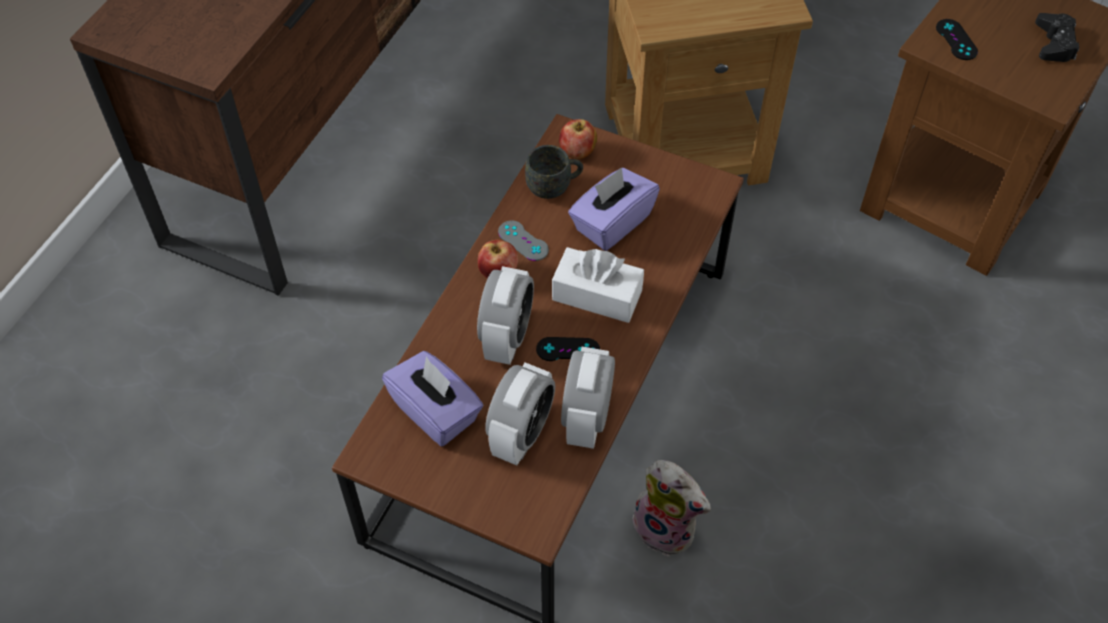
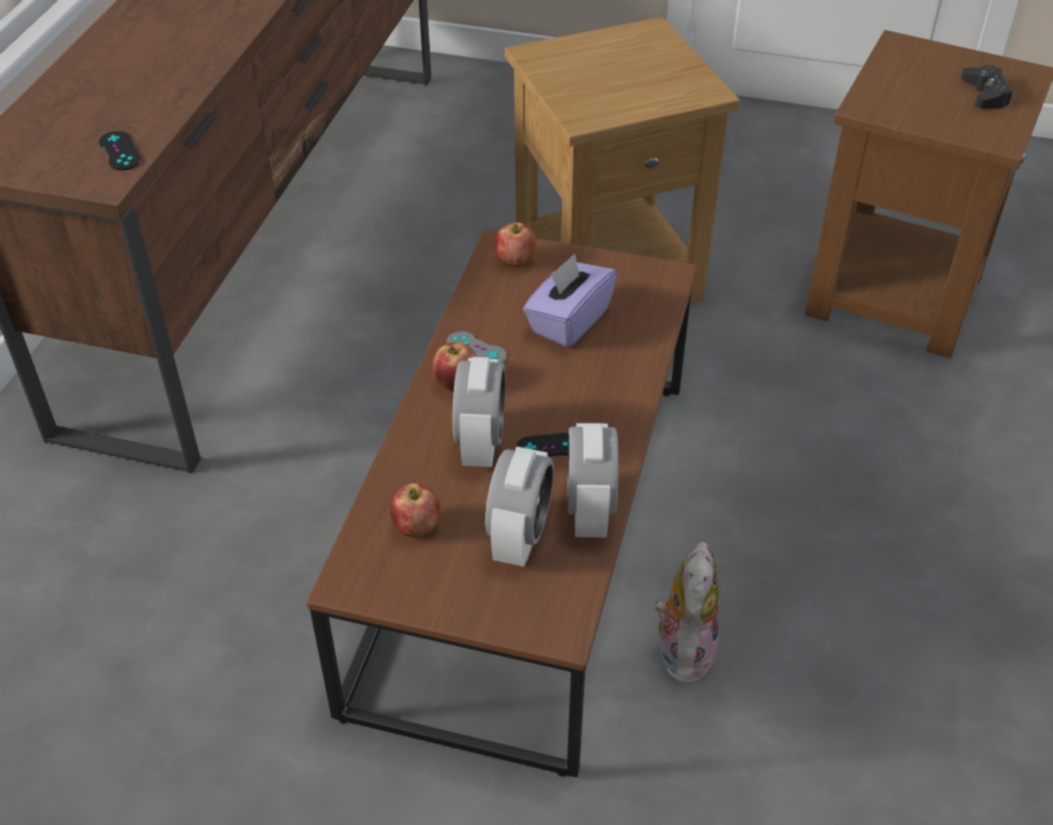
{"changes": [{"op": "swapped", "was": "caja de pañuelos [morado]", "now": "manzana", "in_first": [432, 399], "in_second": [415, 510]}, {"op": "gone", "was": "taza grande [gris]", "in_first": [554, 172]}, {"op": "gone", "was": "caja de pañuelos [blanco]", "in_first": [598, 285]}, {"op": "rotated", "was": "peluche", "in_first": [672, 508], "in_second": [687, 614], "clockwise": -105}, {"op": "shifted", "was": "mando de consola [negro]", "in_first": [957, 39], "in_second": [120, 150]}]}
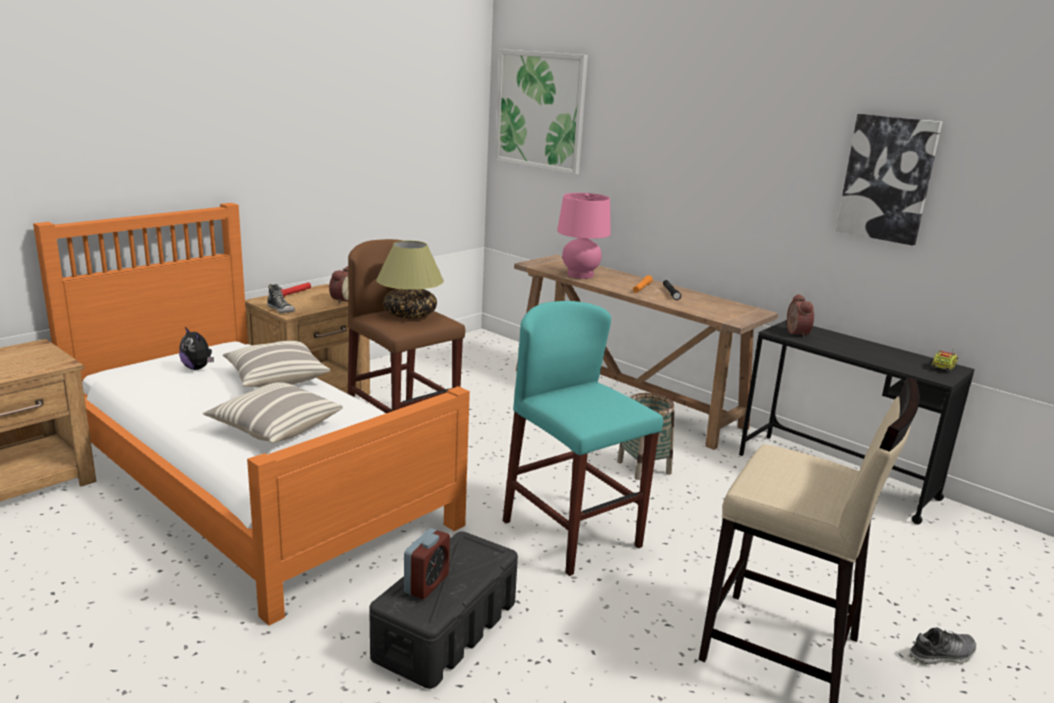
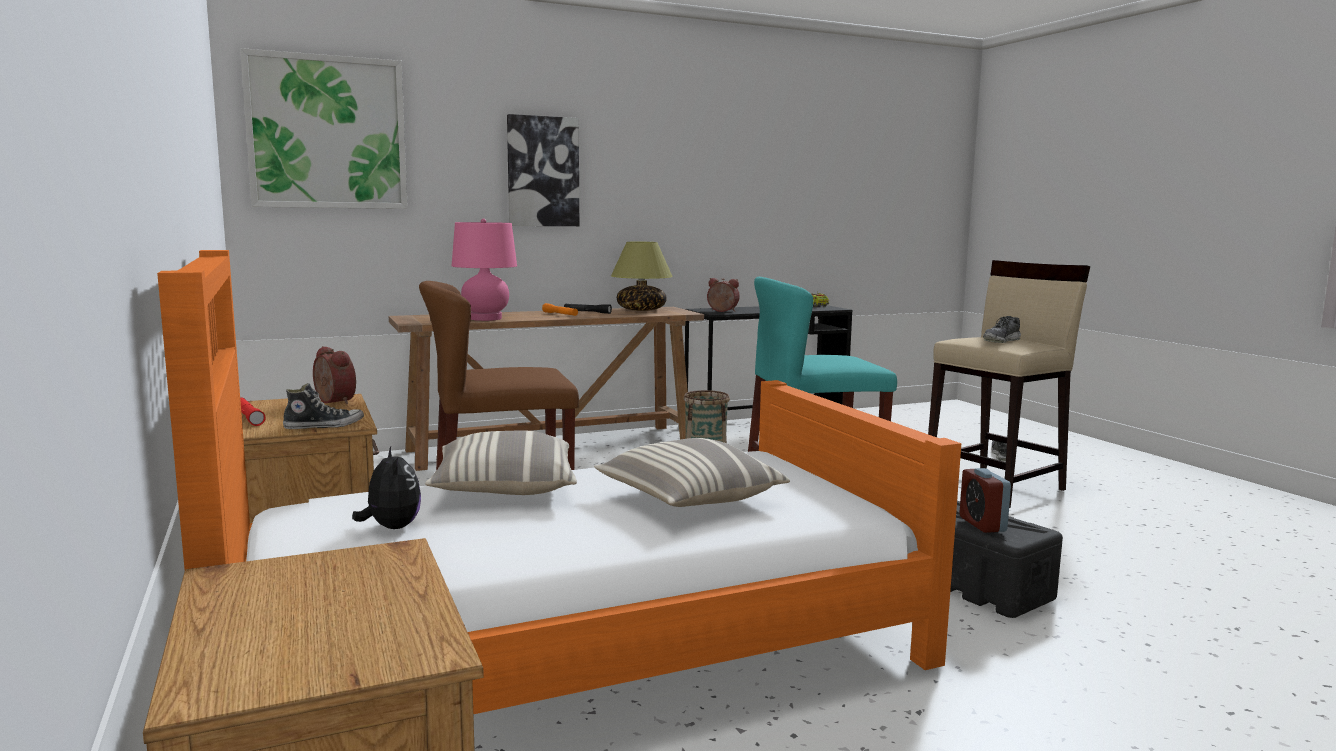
{"changes": [{"op": "rotated", "was": "peluche", "in_first": [196, 348], "in_second": [386, 488], "clockwise": -90}, {"op": "shifted", "was": "lámpara de mesa", "in_first": [410, 279], "in_second": [642, 276]}, {"op": "rotated", "was": "despertador", "in_first": [427, 563], "in_second": [985, 500], "clockwise": -150}, {"op": "shifted", "was": "cuadro", "in_first": [889, 180], "in_second": [543, 170]}, {"op": "new", "now": "zapato", "in_second": [1002, 329]}]}
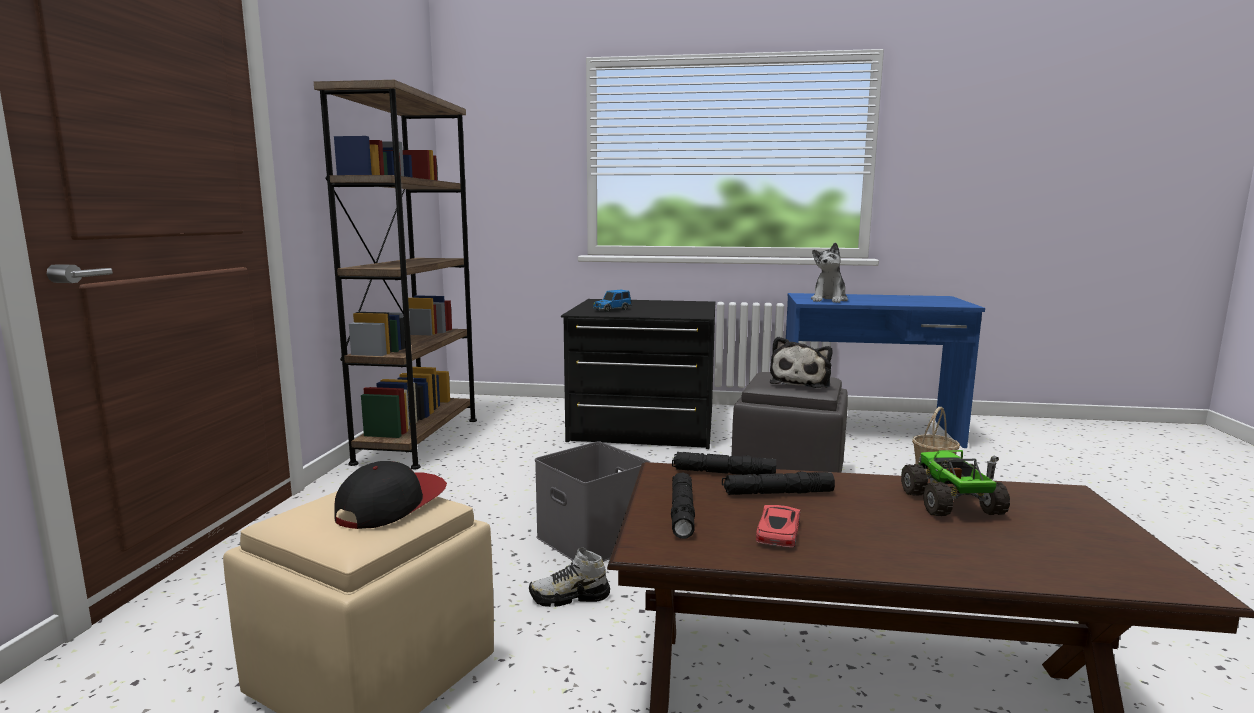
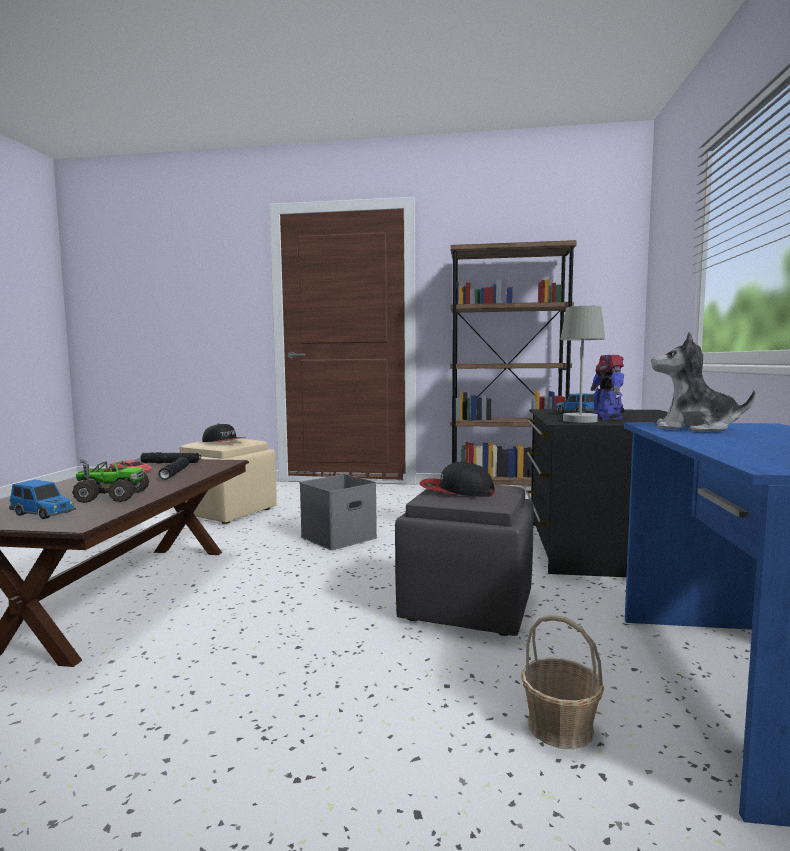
{"changes": [{"op": "gone", "was": "zapato", "in_first": [569, 577]}, {"op": "gone", "was": "linterna [negro]", "in_first": [724, 463]}, {"op": "swapped", "was": "peluche", "now": "gorra", "in_first": [801, 362], "in_second": [457, 479]}, {"op": "new", "now": "coche de juguete", "in_second": [42, 499]}, {"op": "new", "now": "lámpara de mesa [gris]", "in_second": [574, 364]}, {"op": "new", "now": "robot de juguete", "in_second": [608, 387]}]}
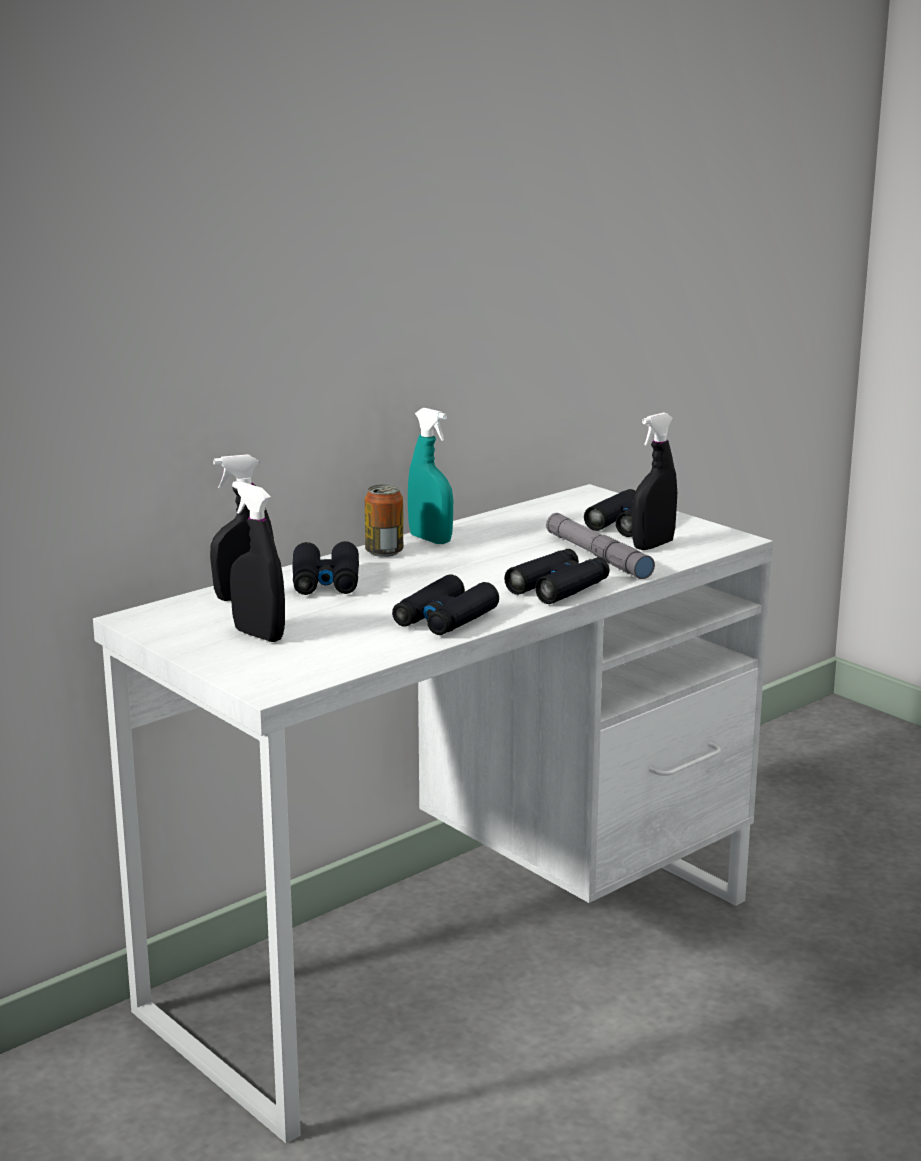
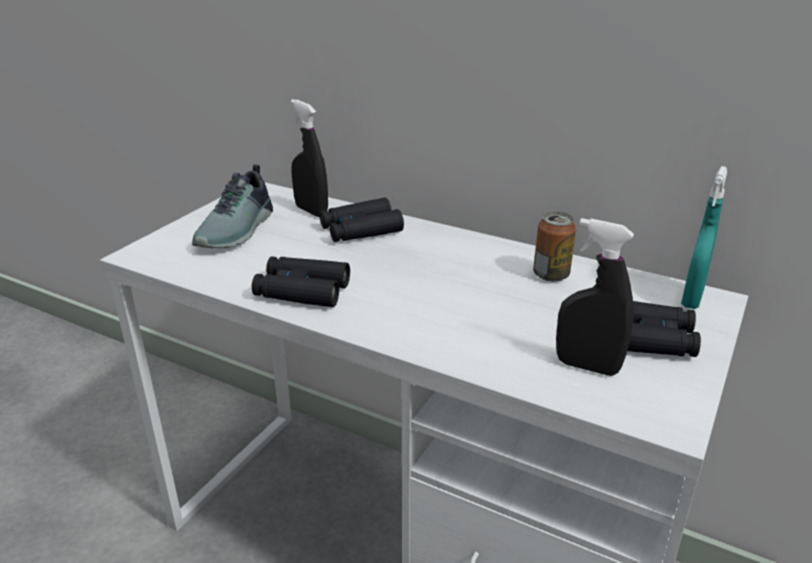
{"changes": [{"op": "swapped", "was": "pulverizador [negro]", "now": "zapato", "in_first": [257, 561], "in_second": [232, 206]}, {"op": "shifted", "was": "lata", "in_first": [384, 520], "in_second": [554, 247]}, {"op": "shifted", "was": "pulverizador [turquesa]", "in_first": [430, 476], "in_second": [704, 237]}, {"op": "gone", "was": "prismáticos [negro]", "in_first": [557, 576]}, {"op": "gone", "was": "linterna [gris]", "in_first": [600, 546]}]}
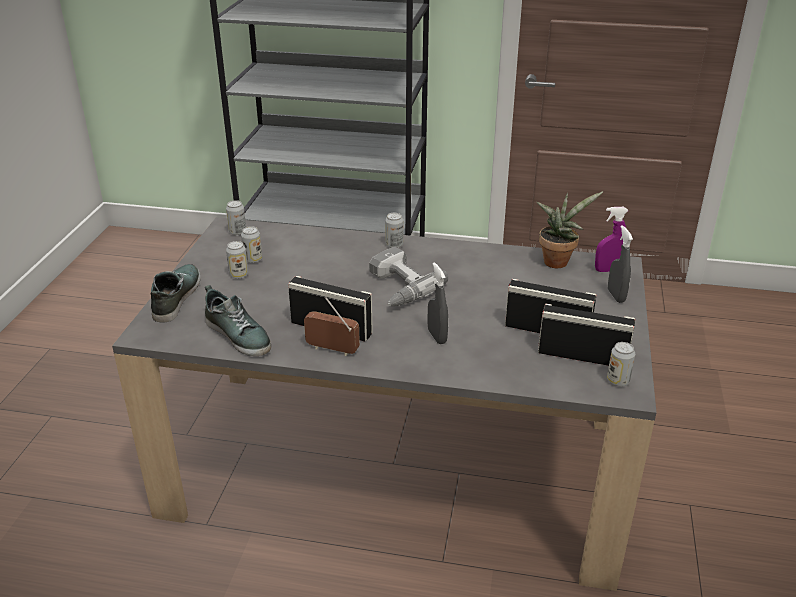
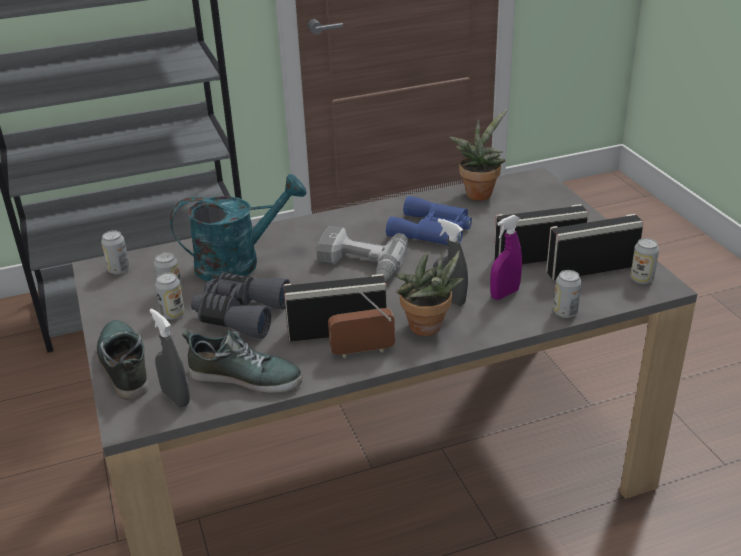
{"changes": [{"op": "shifted", "was": "lata", "in_first": [394, 230], "in_second": [567, 294]}, {"op": "shifted", "was": "pulverizador [morado]", "in_first": [611, 239], "in_second": [506, 257]}, {"op": "shifted", "was": "pulverizador [gris]", "in_first": [620, 264], "in_second": [169, 357]}, {"op": "new", "now": "regadera [turquesa]", "in_second": [238, 227]}, {"op": "new", "now": "prismáticos [gris]", "in_second": [240, 305]}, {"op": "new", "now": "prismáticos [azul]", "in_second": [429, 220]}, {"op": "new", "now": "planta en maceta", "in_second": [430, 293]}]}
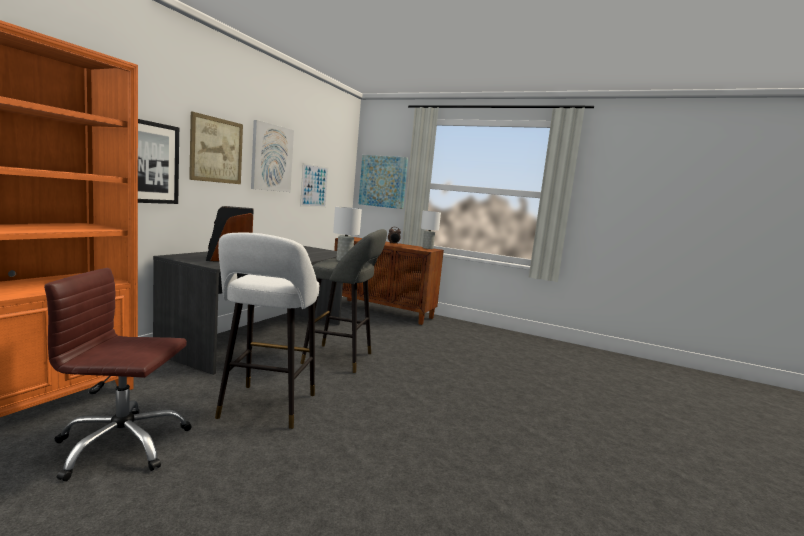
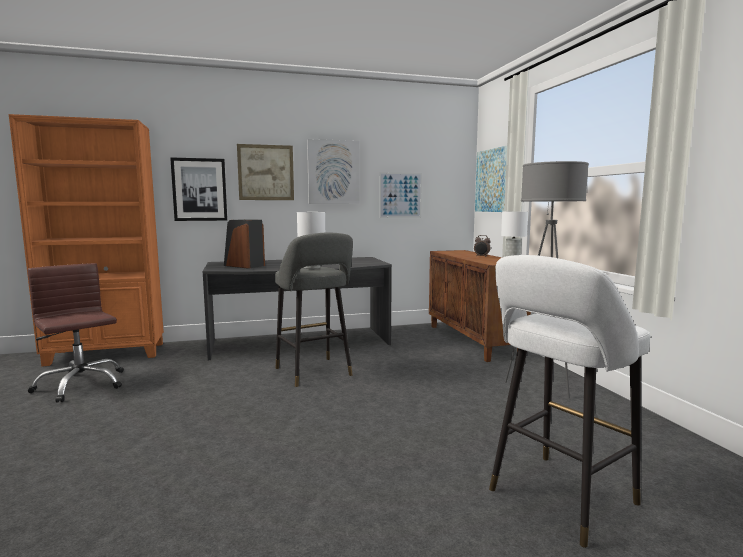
{"changes": [{"op": "shifted", "was": "taburete [blanco]", "in_first": [267, 331], "in_second": [569, 401]}, {"op": "new", "now": "lámpara de pie [gris]", "in_second": [547, 279]}]}
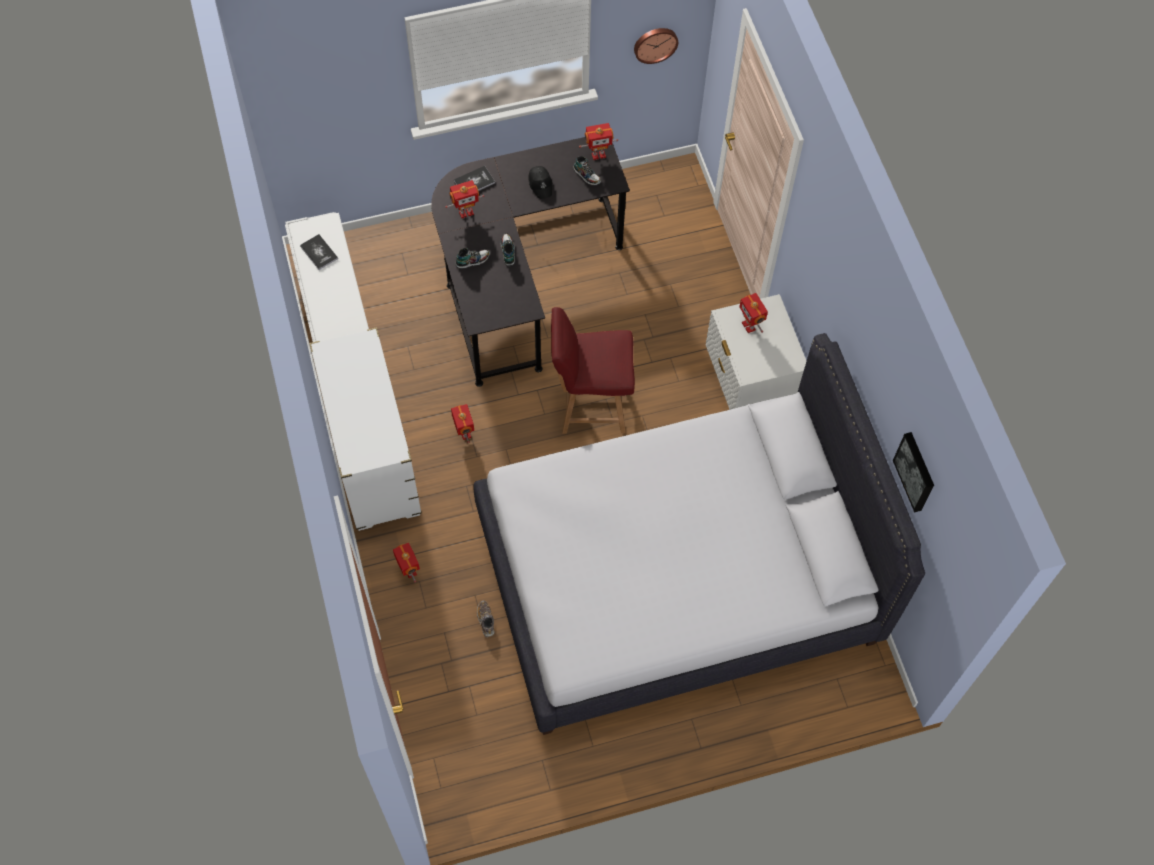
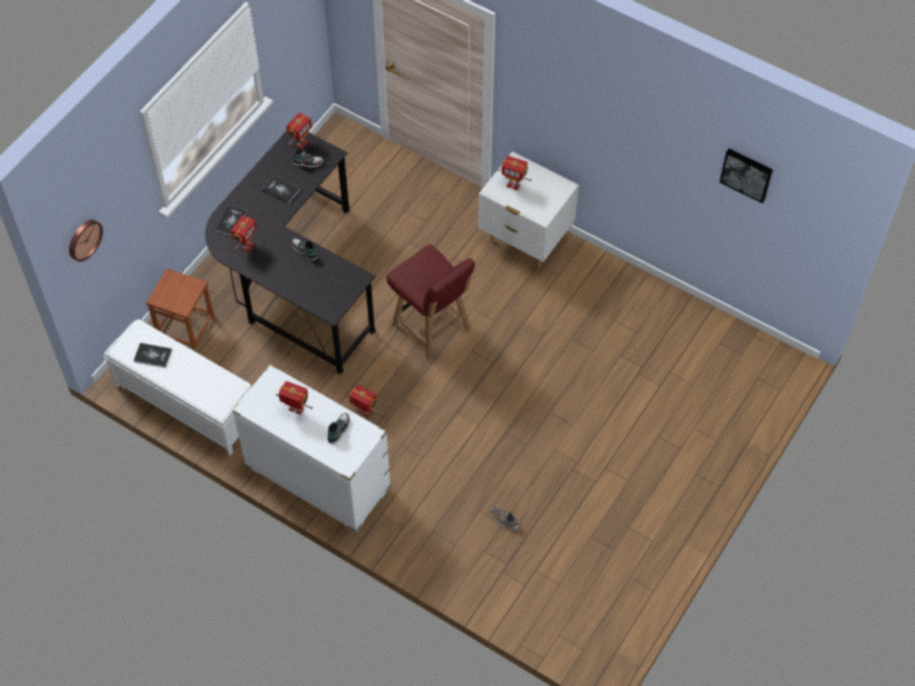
{"changes": [{"op": "shifted", "was": "robot de juguete", "in_first": [406, 563], "in_second": [294, 398]}, {"op": "shifted", "was": "zapato", "in_first": [472, 258], "in_second": [339, 428]}, {"op": "gone", "was": "cama [blanco]", "in_first": [699, 534]}, {"op": "swapped", "was": "gorra [negro]", "now": "libro", "in_first": [540, 182], "in_second": [281, 190]}, {"op": "rotated", "was": "silla [rojo]", "in_first": [593, 370], "in_second": [431, 302], "clockwise": -90}, {"op": "shifted", "was": "reloj de pared", "in_first": [656, 46], "in_second": [86, 241]}, {"op": "new", "now": "taburete [marrón]", "in_second": [180, 308]}]}
